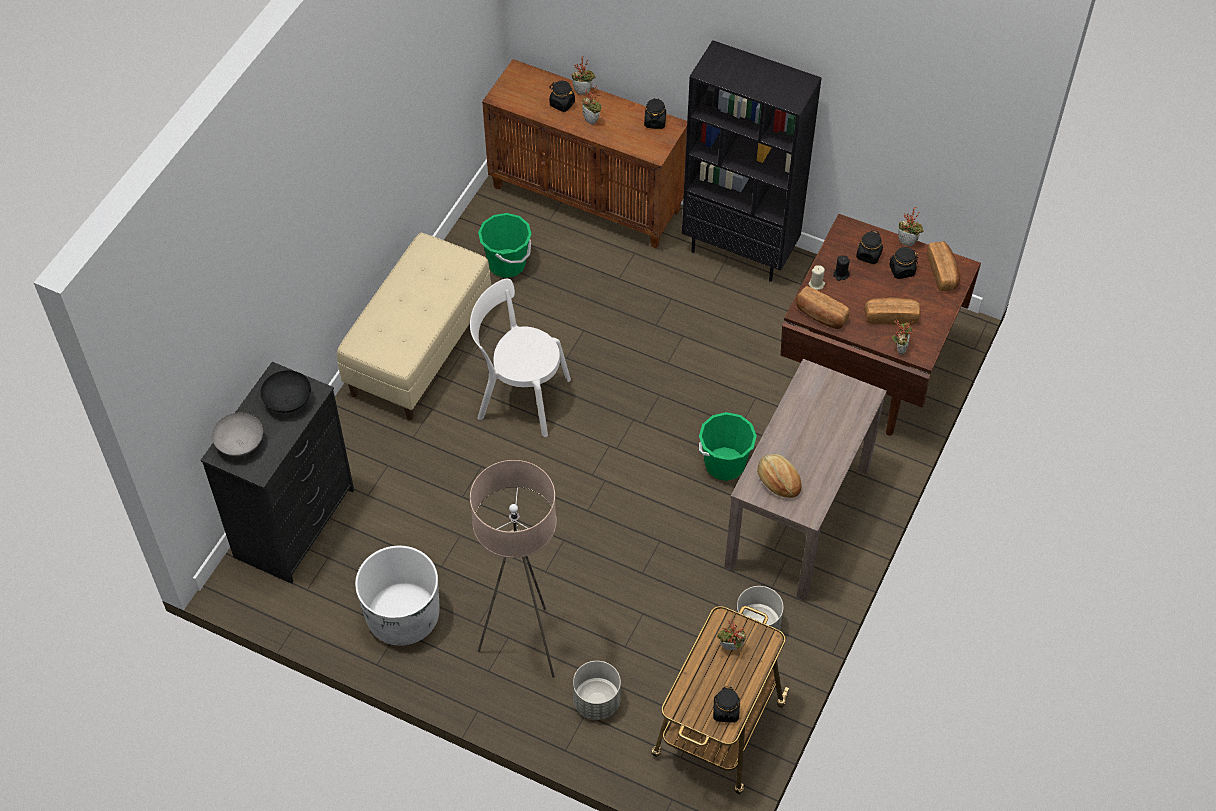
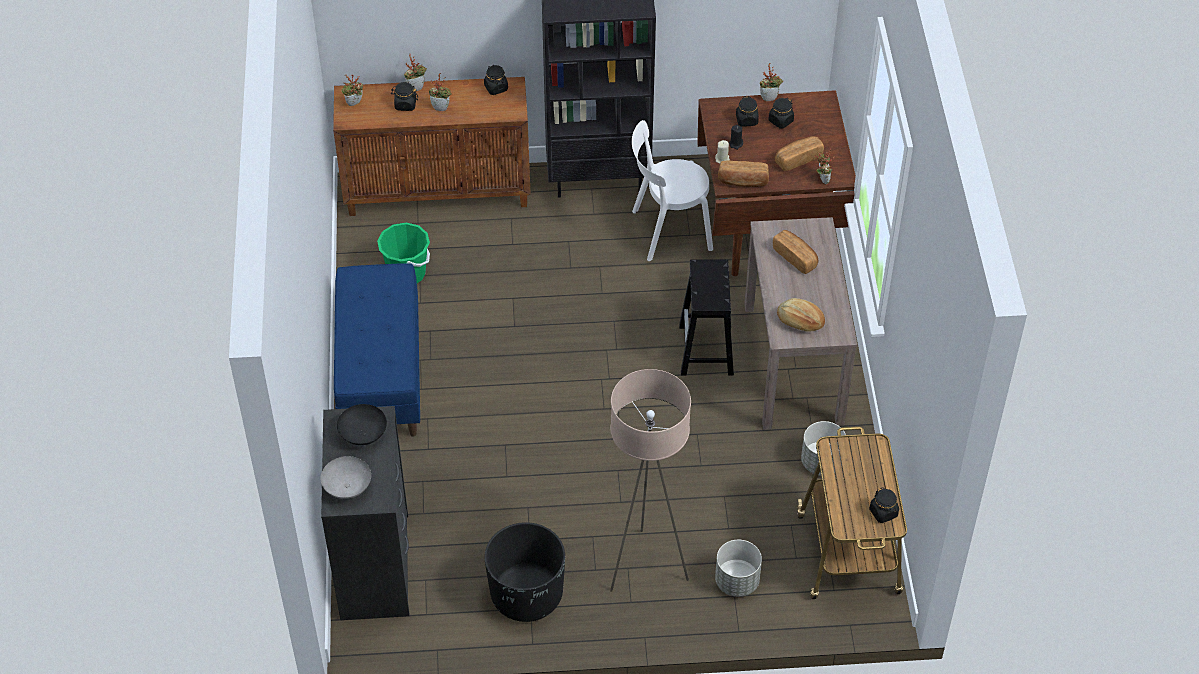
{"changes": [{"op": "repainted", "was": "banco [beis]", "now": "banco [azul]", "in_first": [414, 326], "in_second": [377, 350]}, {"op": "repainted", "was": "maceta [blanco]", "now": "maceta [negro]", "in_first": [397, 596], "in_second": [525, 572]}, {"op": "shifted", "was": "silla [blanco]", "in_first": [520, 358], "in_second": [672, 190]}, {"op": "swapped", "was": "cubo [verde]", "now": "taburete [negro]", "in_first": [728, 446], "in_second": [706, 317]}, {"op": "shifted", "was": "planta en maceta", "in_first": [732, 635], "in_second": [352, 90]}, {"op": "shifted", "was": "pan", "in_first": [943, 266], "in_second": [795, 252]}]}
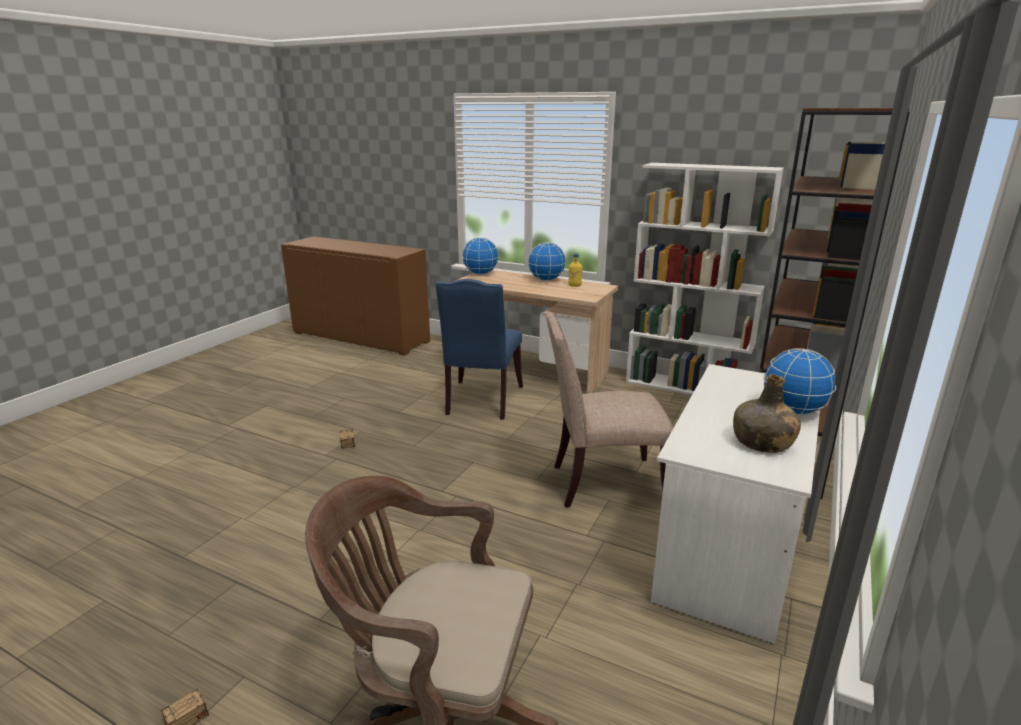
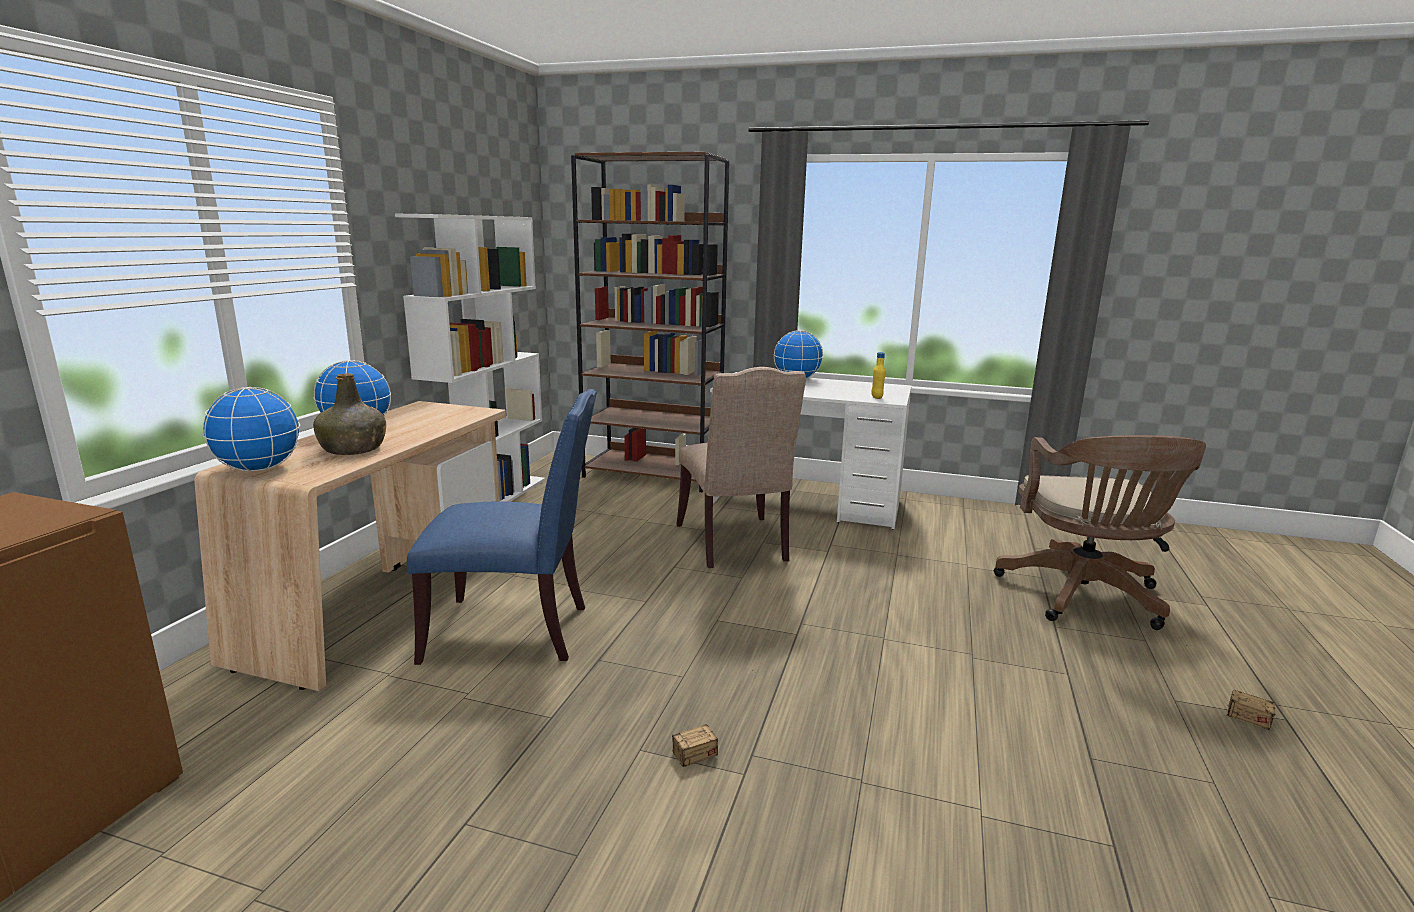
{"changes": [{"op": "shifted", "was": "botella [amarillo]", "in_first": [575, 270], "in_second": [878, 375]}, {"op": "shifted", "was": "botella [verde]", "in_first": [767, 413], "in_second": [349, 414]}]}
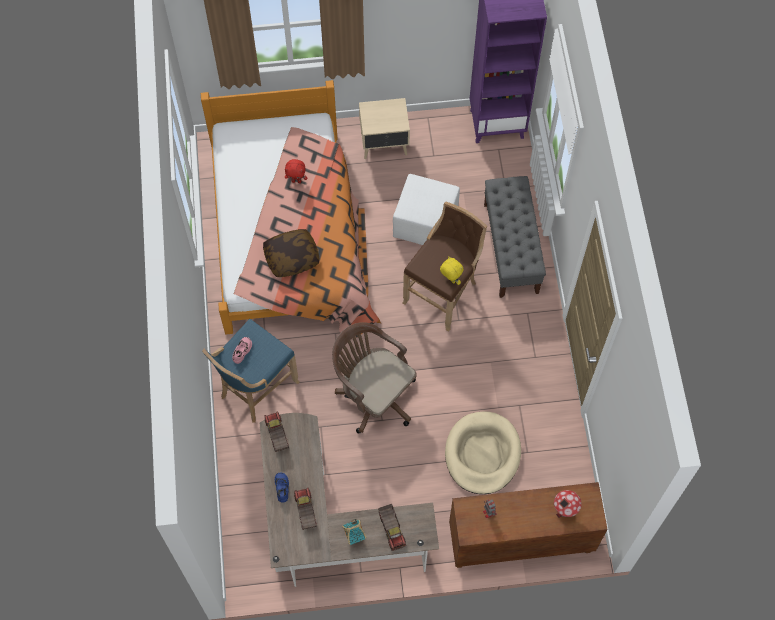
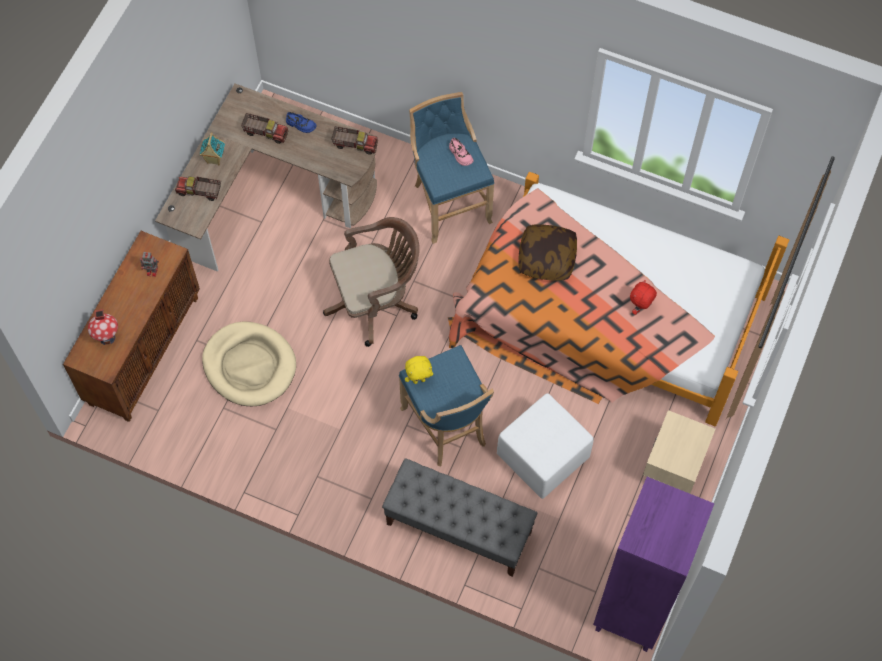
{"changes": [{"op": "repainted", "was": "taburete [marrón]", "now": "taburete [azul]", "in_first": [444, 267], "in_second": [446, 405]}]}
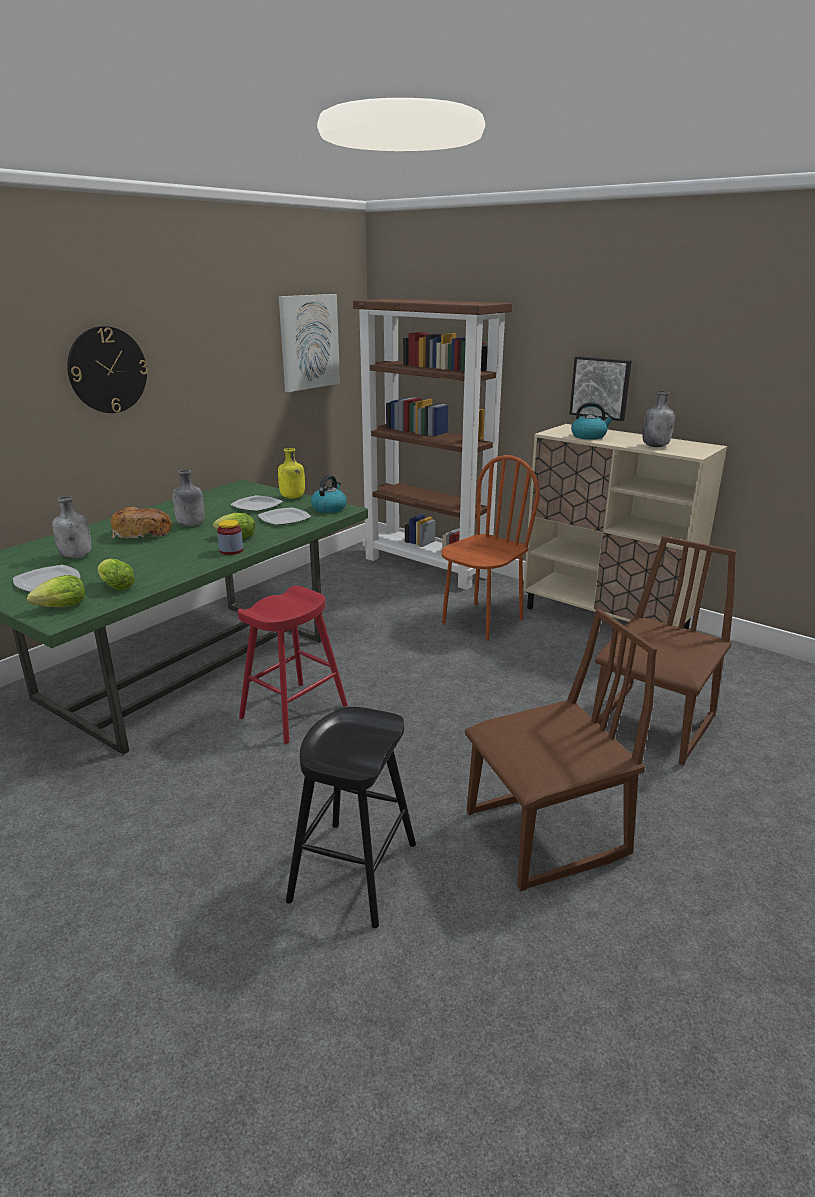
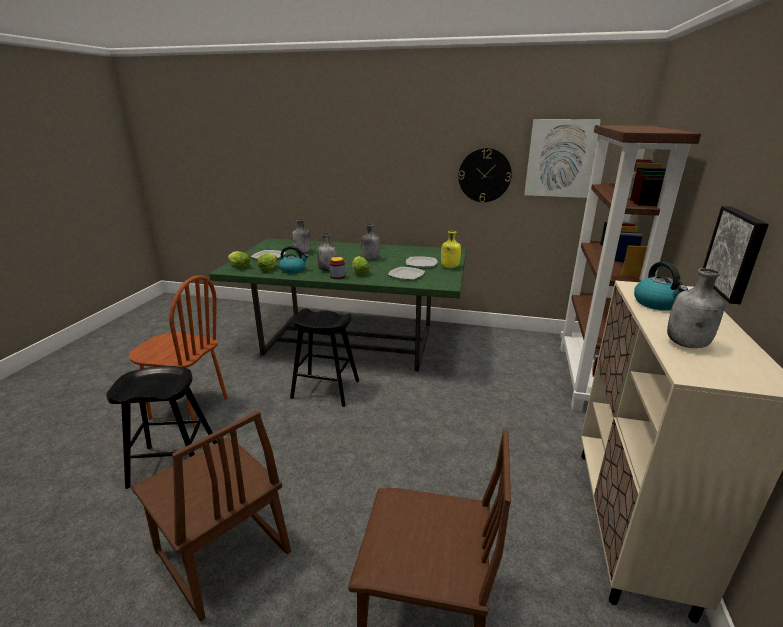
{"changes": [{"op": "shifted", "was": "reloj de pared", "in_first": [107, 369], "in_second": [485, 175]}, {"op": "gone", "was": "pan", "in_first": [141, 523]}, {"op": "repainted", "was": "taburete [rojo]", "now": "taburete [negro]", "in_first": [293, 665], "in_second": [324, 358]}, {"op": "shifted", "was": "hervidor", "in_first": [329, 494], "in_second": [294, 260]}, {"op": "shifted", "was": "silla [marrón]", "in_first": [490, 548], "in_second": [178, 352]}, {"op": "new", "now": "botella [gris]", "in_second": [327, 252]}]}
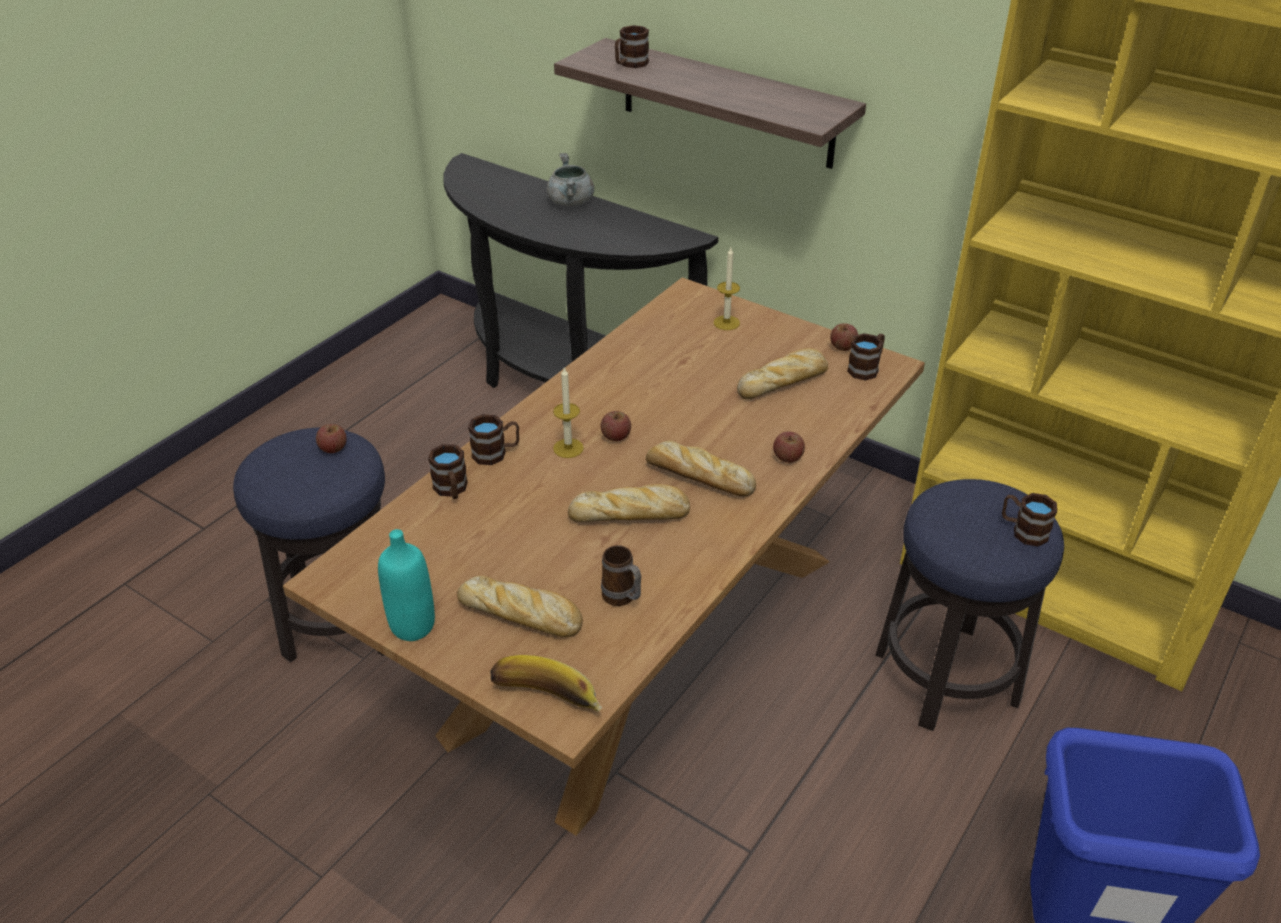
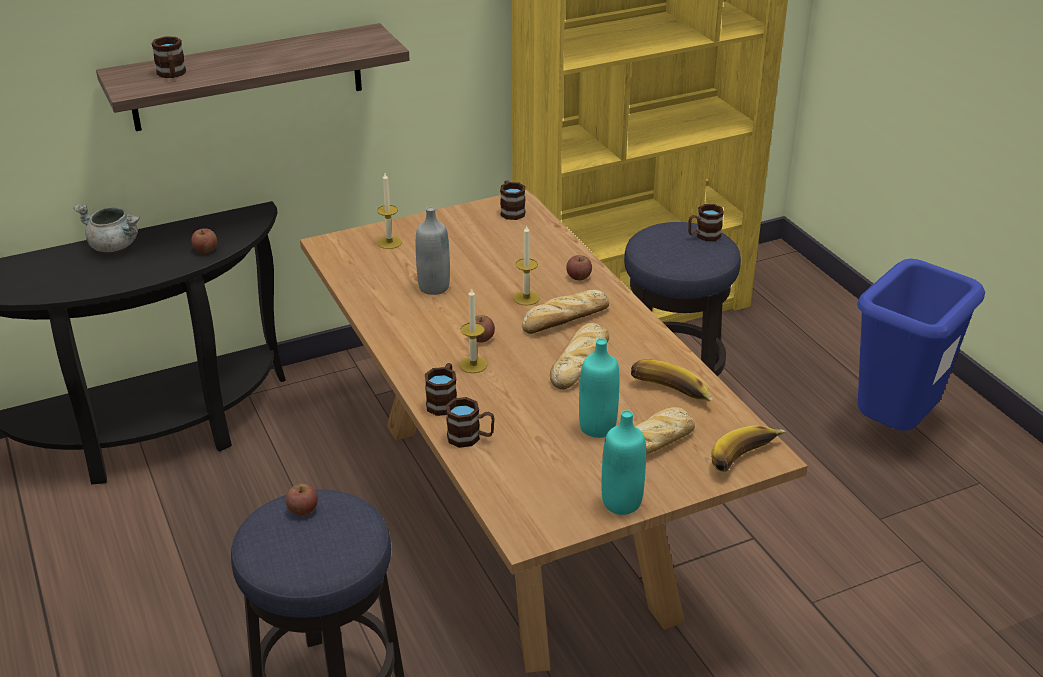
{"changes": [{"op": "swapped", "was": "taza grande", "now": "plátano", "in_first": [621, 575], "in_second": [672, 380]}, {"op": "gone", "was": "pan", "in_first": [782, 373]}, {"op": "shifted", "was": "manzana", "in_first": [844, 337], "in_second": [204, 240]}, {"op": "new", "now": "botella [gris]", "in_second": [433, 251]}, {"op": "new", "now": "vela", "in_second": [526, 266]}, {"op": "new", "now": "botella [turquesa]", "in_second": [599, 388]}]}
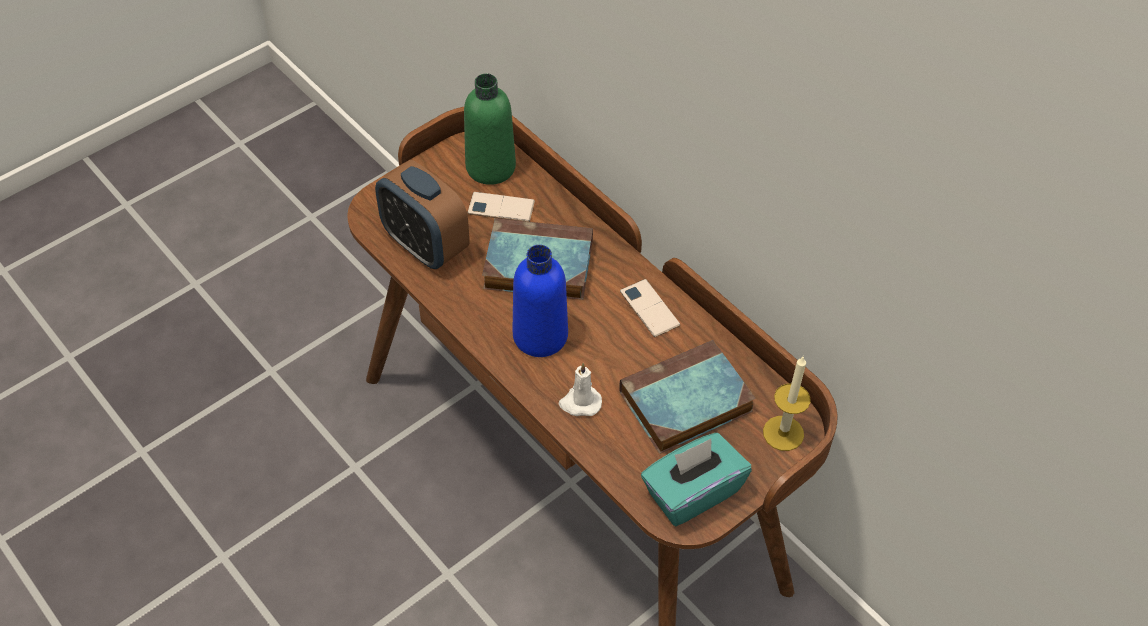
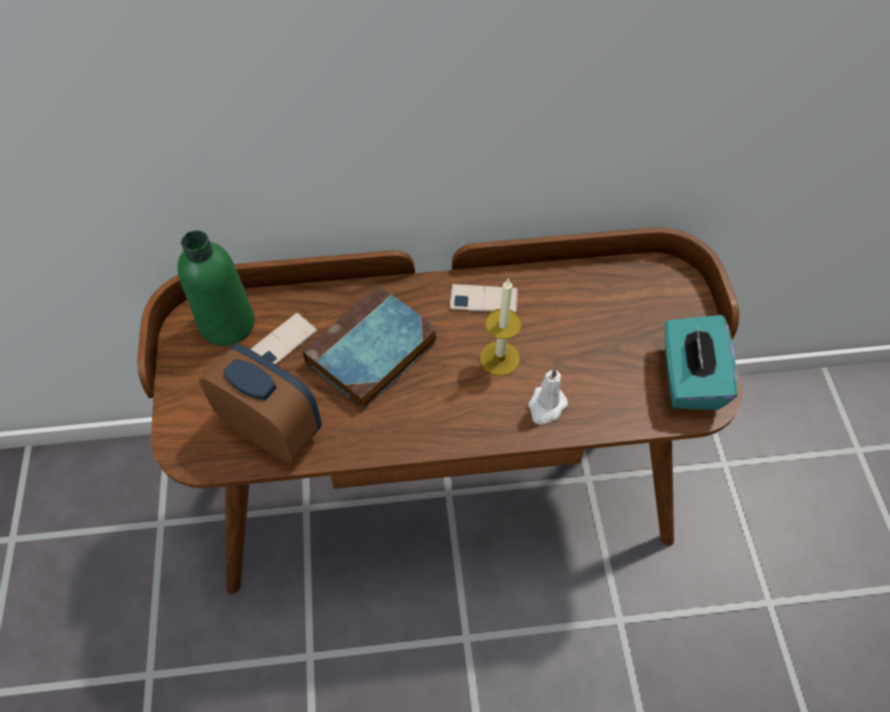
{"changes": [{"op": "rotated", "was": "despertador", "in_first": [422, 214], "in_second": [260, 403], "clockwise": -135}, {"op": "gone", "was": "botella [azul]", "in_first": [540, 301]}, {"op": "gone", "was": "libro", "in_first": [687, 397]}, {"op": "shifted", "was": "vela", "in_first": [787, 404], "in_second": [501, 327]}]}
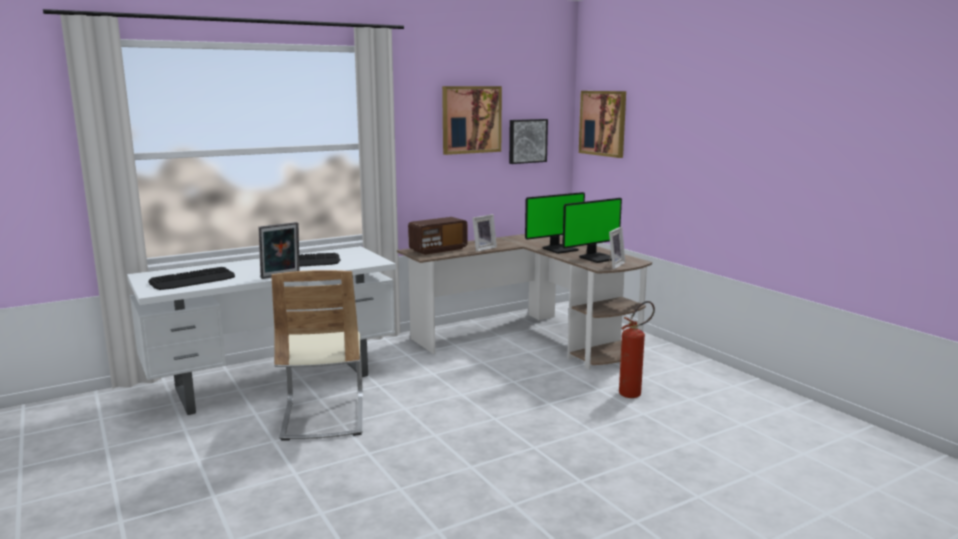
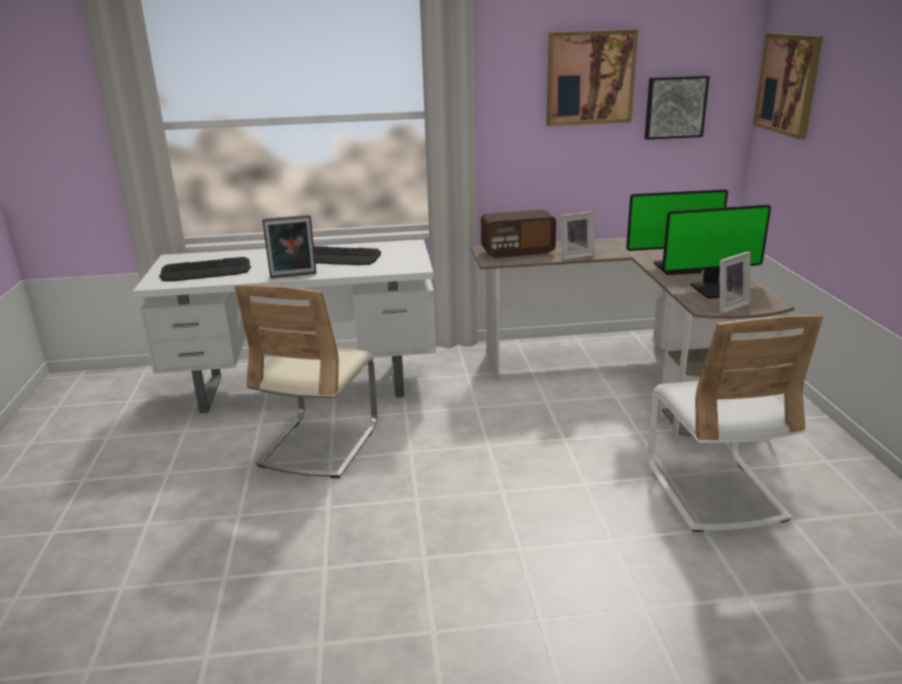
{"changes": [{"op": "swapped", "was": "extintor", "now": "silla [blanco]", "in_first": [637, 349], "in_second": [735, 423]}]}
